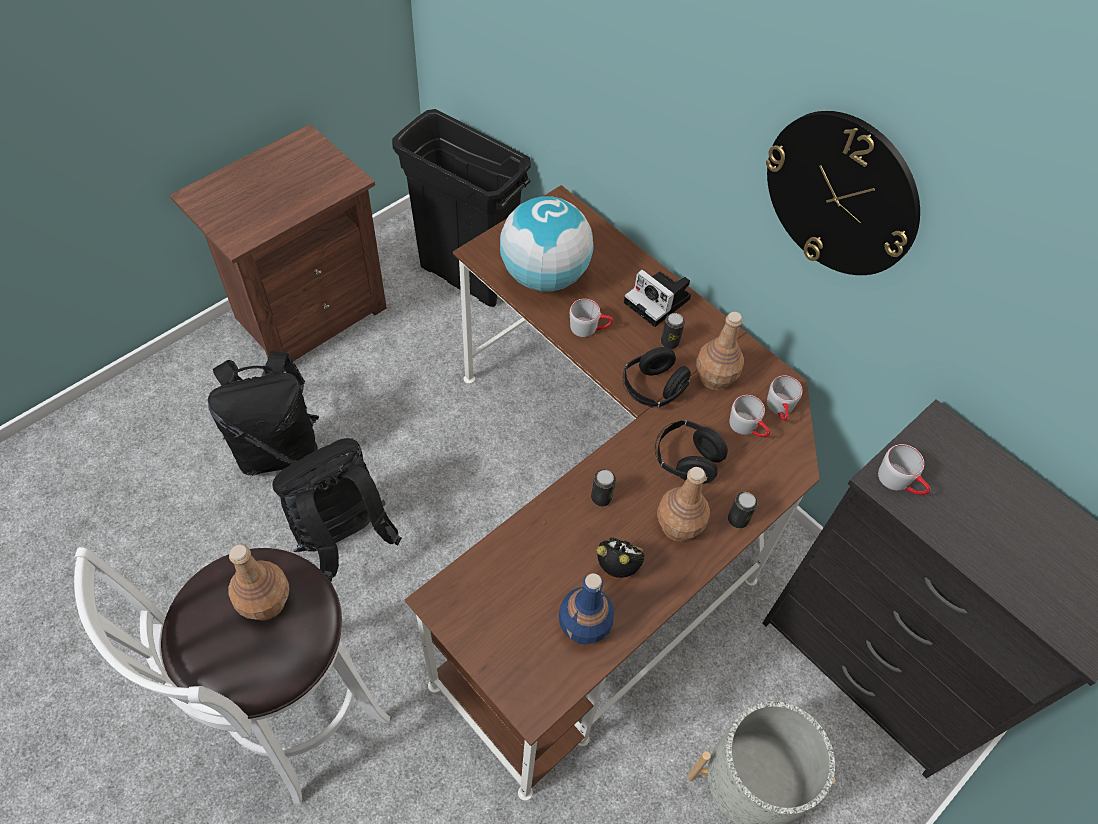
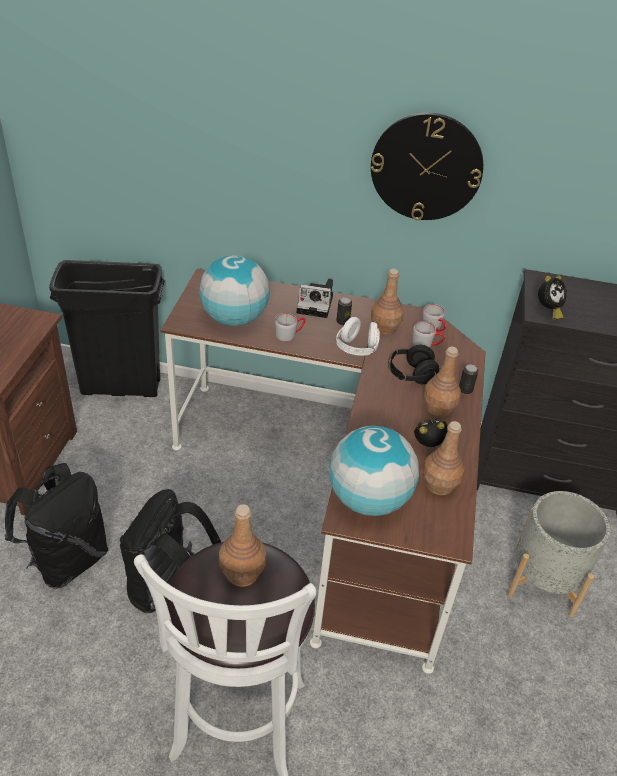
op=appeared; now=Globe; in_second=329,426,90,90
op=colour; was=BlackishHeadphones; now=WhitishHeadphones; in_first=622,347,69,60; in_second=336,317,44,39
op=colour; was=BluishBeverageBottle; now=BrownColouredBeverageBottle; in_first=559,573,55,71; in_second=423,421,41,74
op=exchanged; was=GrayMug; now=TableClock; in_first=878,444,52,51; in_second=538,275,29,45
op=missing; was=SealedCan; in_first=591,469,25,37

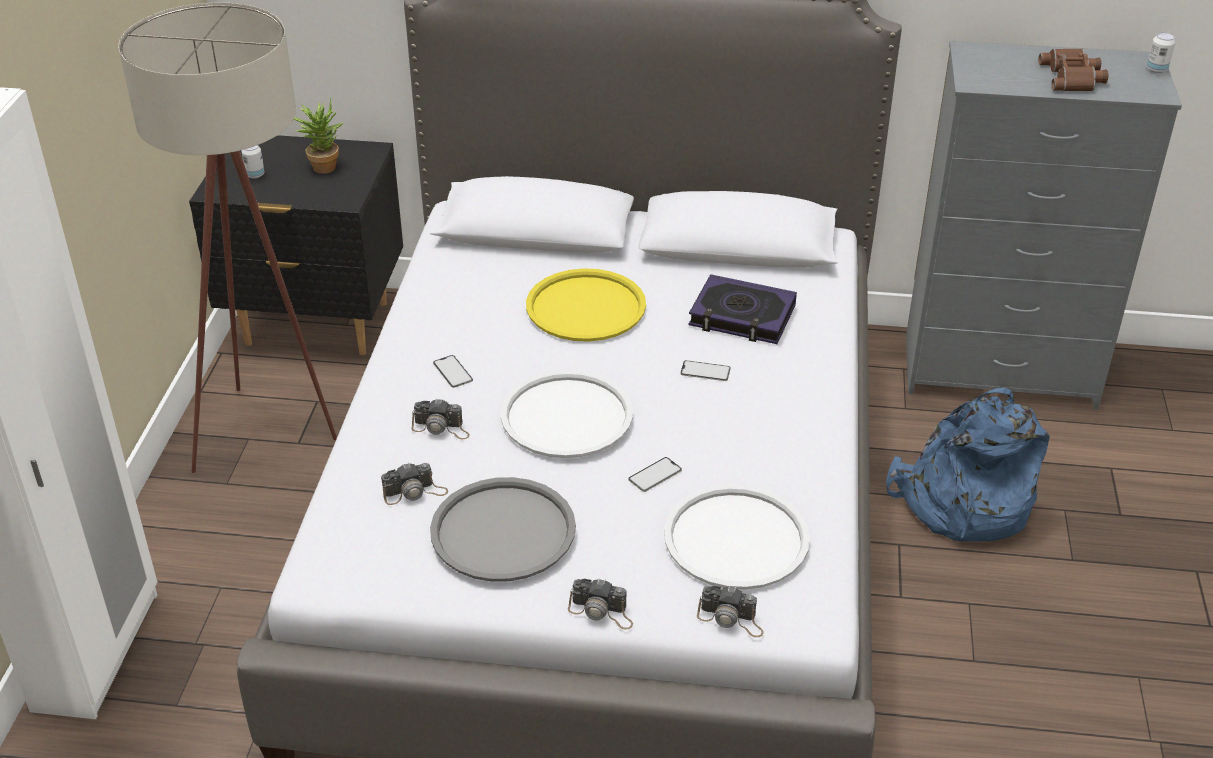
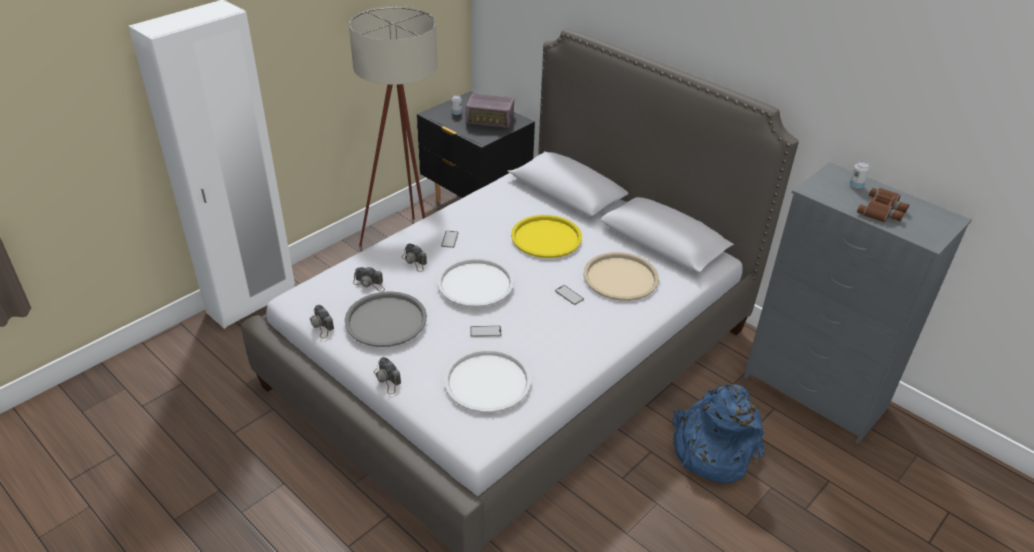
op=relocated; was=PhotoCamera; in_first=697,586,67,51; in_second=310,305,24,33
op=exchanged; was=Houseplant; now=RadioReceiver; in_first=294,98,50,76; in_second=466,93,48,35
op=exchanged; was=Book; now=SandColouredCarryingTray; in_first=689,274,108,70; in_second=584,252,75,49
op=relocated; was=SealedCan; in_first=1147,32,28,41; in_second=849,161,21,28

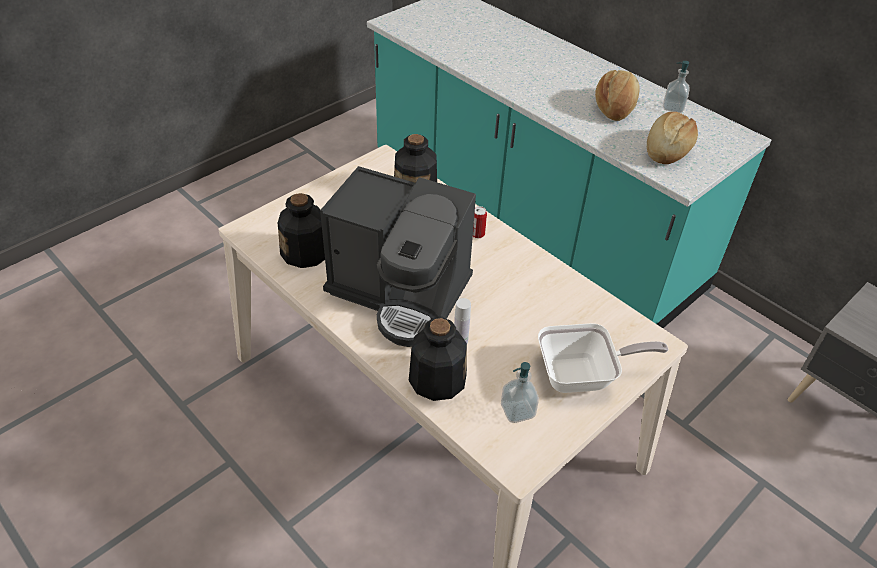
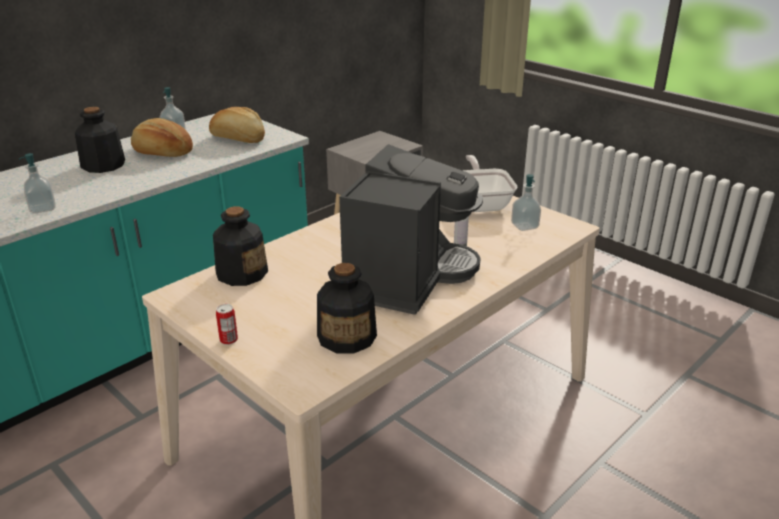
op=appeared; now=SoapDispenser; in_second=19,153,36,61
op=relocated; was=BeverageBottle; in_first=409,317,58,84; in_second=75,107,50,66
op=relocated; was=SealedCan; in_first=473,206,14,32; in_second=216,304,22,41

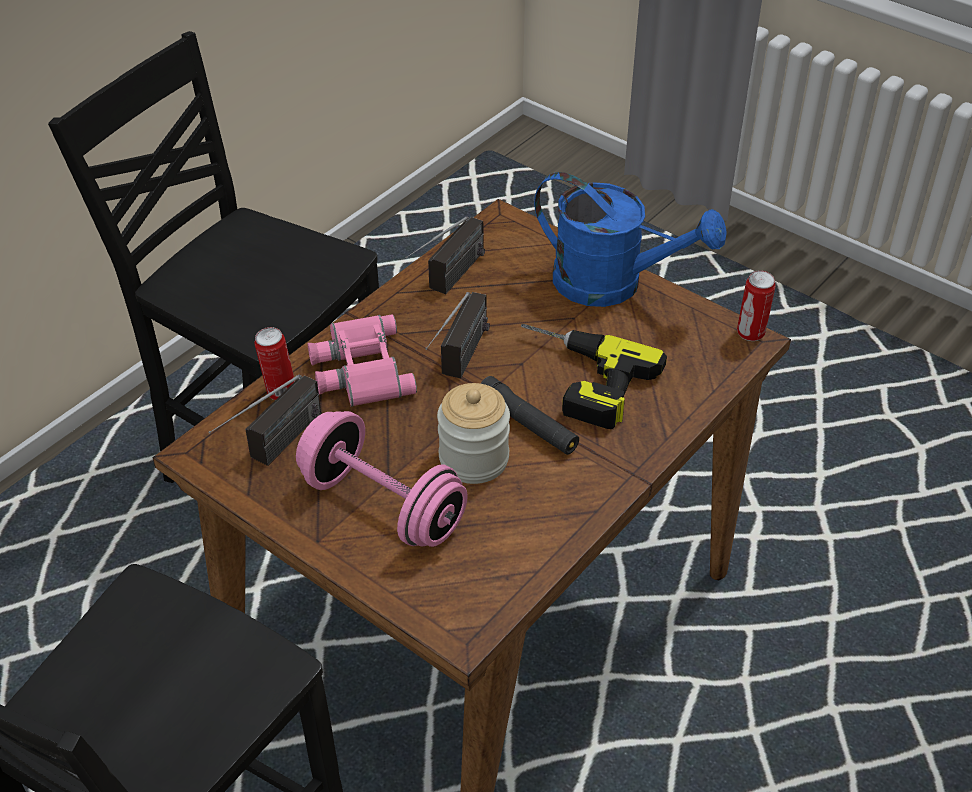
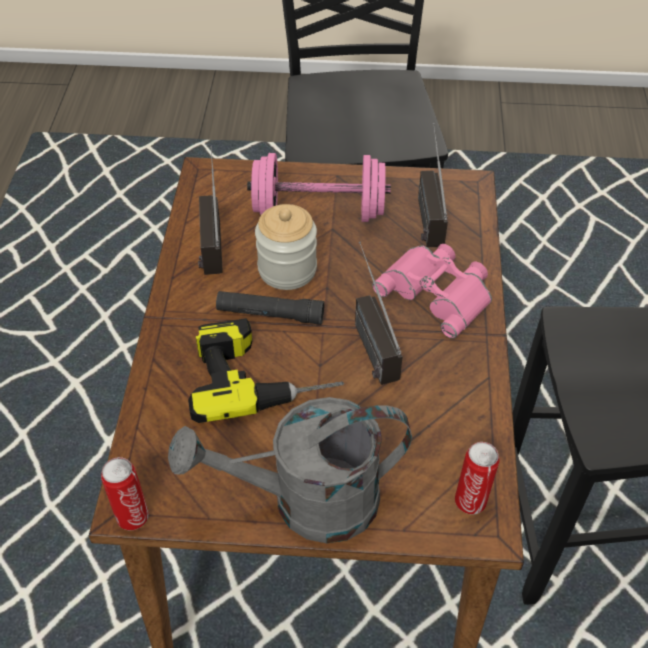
op=colour; was=BluishWateringCan; now=GrayWateringCan; in_first=534,172,193,135; in_second=168,397,244,146
op=relocated; was=RadioReceiver; in_first=405,216,80,78; in_second=198,146,25,129
op=relocated; was=SealedCan; in_first=255,327,40,73; in_second=455,442,44,72

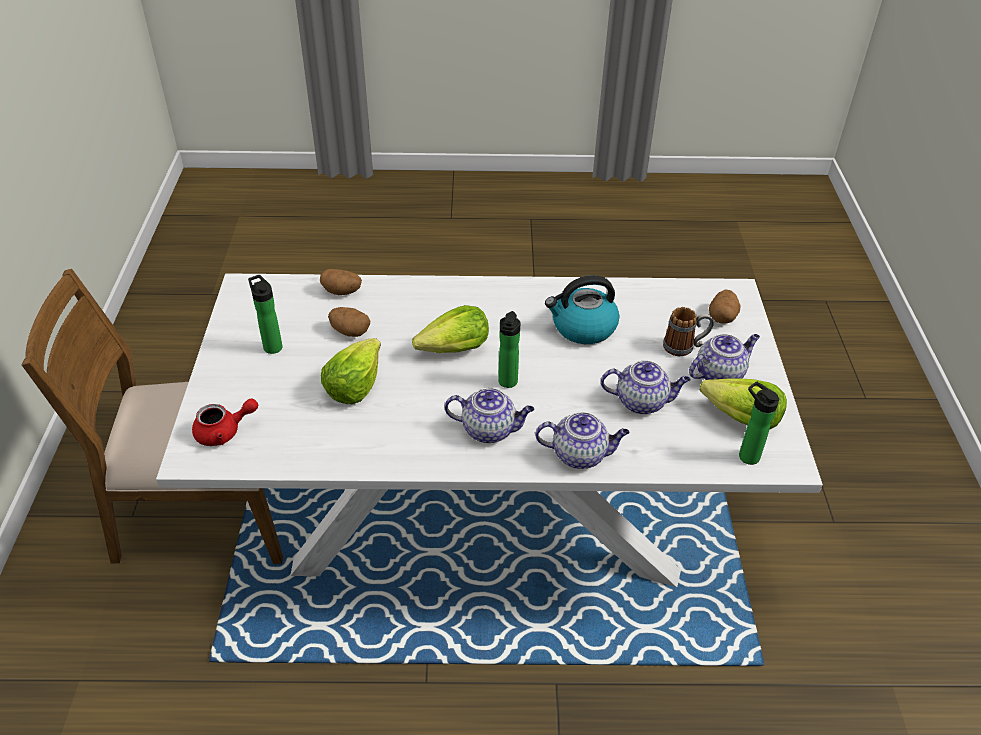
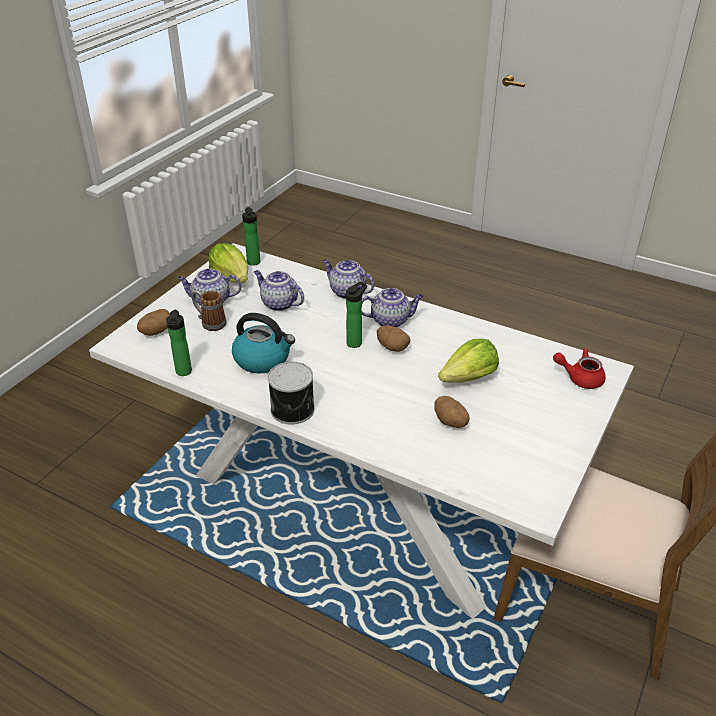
op=relocated; was=BeverageBottle; in_first=248,275,34,79; in_second=166,310,26,66
op=appeared; now=SealedCan; in_second=268,362,47,63
op=spun; was=PotForTea; in_first=445,388,89,55; in_second=361,288,63,39; clockwise=135
op=relocated; was=Spud; in_first=320,269,42,26; in_second=377,325,33,27
op=missing; was=LettuceHead; in_first=412,305,77,48

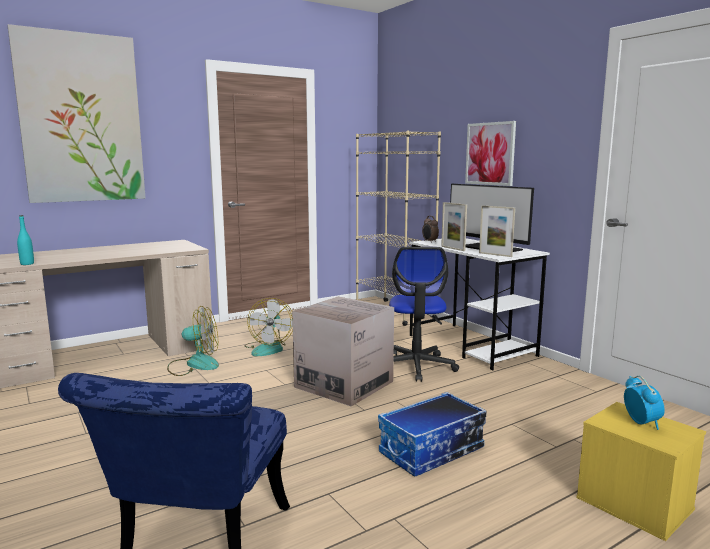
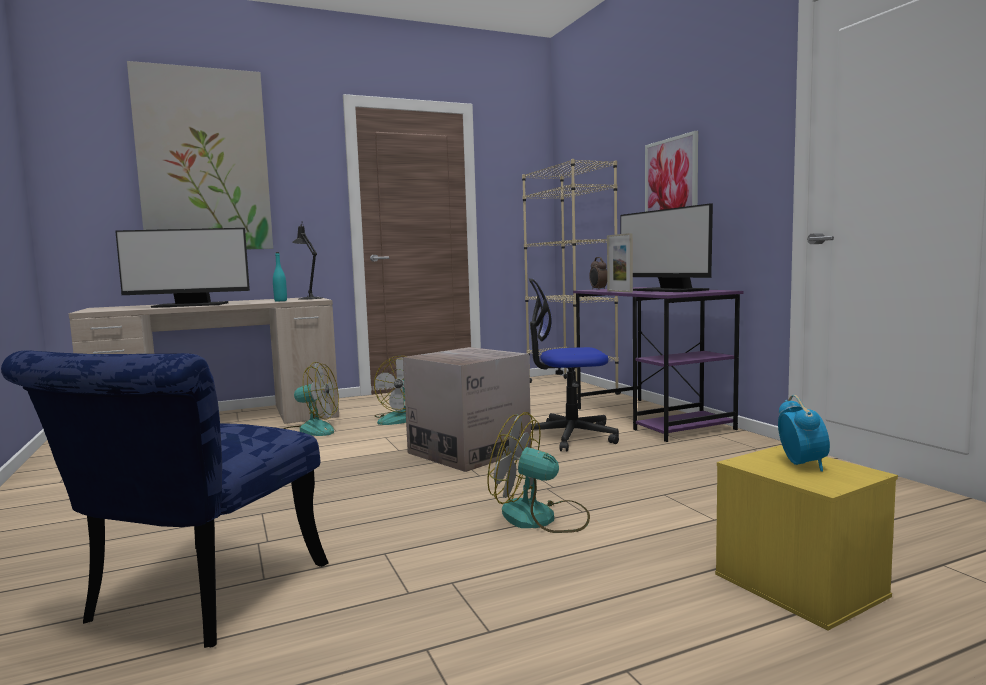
op=appeared; now=ComputerDisplay; in_second=115,228,135,80
op=relocated; was=BlueGreenBeverageBottle; in_first=17,215,17,50; in_second=273,252,14,49
op=appeared; now=BlackishTableLamp; in_second=292,222,30,77
op=exchanged; was=StorageBox; now=Fan; in_first=378,392,109,84; in_second=487,412,103,121
op=spun; was=ComputerChair; in_first=389,247,70,135; in_second=529,278,90,174; clockwise=75
op=colour; was=WhitishDeskUnit; now=PurplishDeskUnit; in_first=409,238,141,132; in_second=573,287,171,155
op=missing; was=PictureFrame; in_first=479,205,36,52

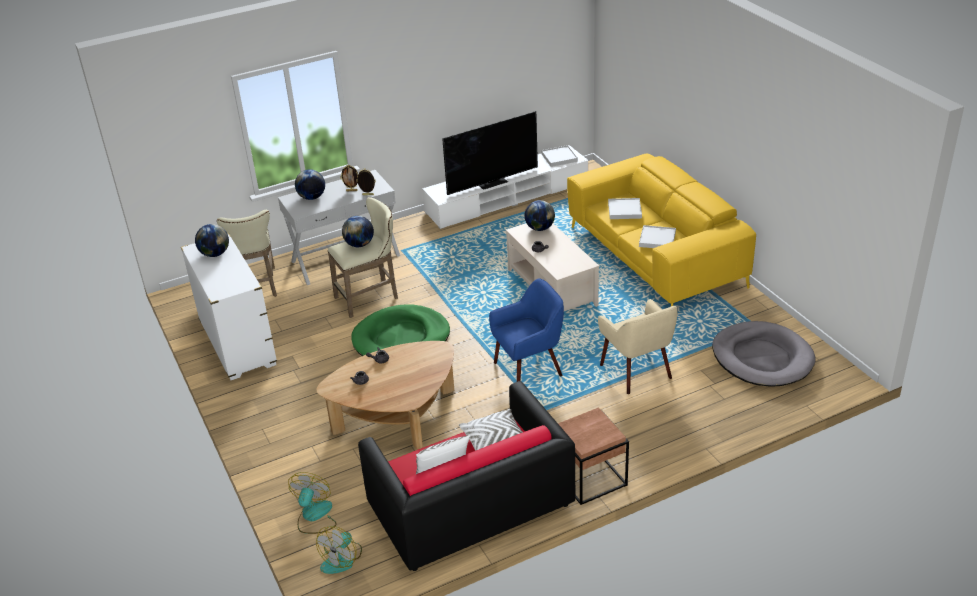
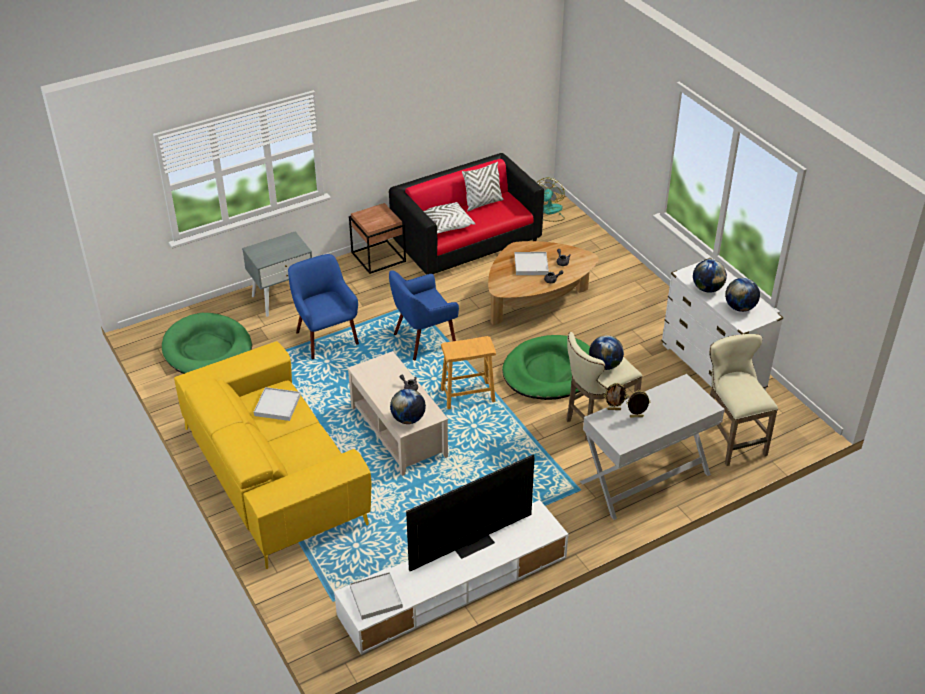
op=colour; was=GrayDogCushion; now=GreenDogCushion; in_first=712,321,104,66; in_second=162,313,90,61
op=appeared; now=GrayNightTable; in_second=242,231,70,86
op=colour; was=SandColouredLoungeChair; now=BluishLoungeChair; in_first=598,299,80,95; in_second=288,254,71,105
op=appeared; now=BrownColouredSittingStool; in_second=441,336,55,73
op=relocated; was=WhitishCarryingTray; in_first=608,198,34,21; in_second=514,252,35,23
op=relocated; was=Globe; in_first=295,169,30,31; in_second=693,259,34,34
op=missing; was=Fan; in_first=288,472,49,62

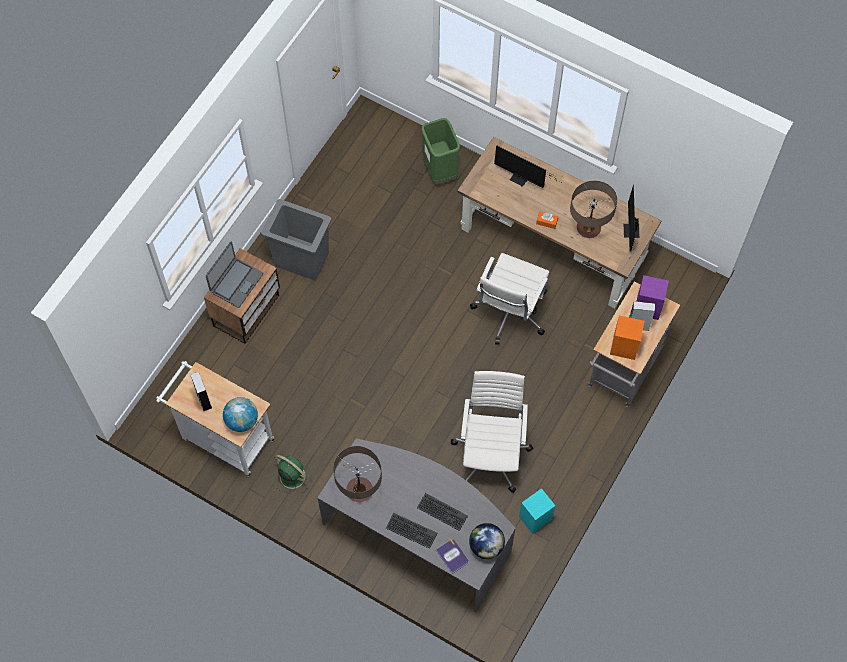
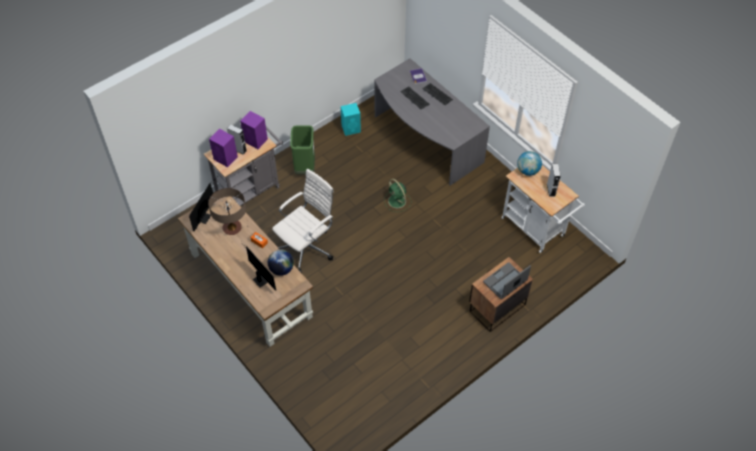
op=colour; was=OrangeyLoudspeaker; now=PurplishLoudspeaker; in_first=610,315,35,45; in_second=240,111,28,38
op=relocated; was=Globe; in_first=469,523,36,36; in_second=268,250,26,26
op=relocated; was=GreenRubbishBin; in_first=422,118,38,67; in_second=290,126,25,48
op=relocated; was=GreenFan; in_first=272,455,40,38; in_second=384,179,27,33
op=missing; was=GrayRubbishBin; in_first=261,199,70,82
op=missing; was=TableLamp; in_first=333,446,49,56
op=missing; was=WhitishComputerChair; in_first=451,371,82,122

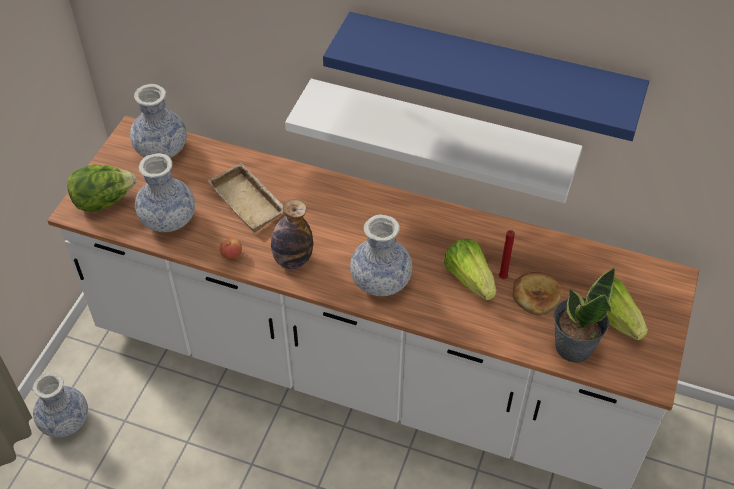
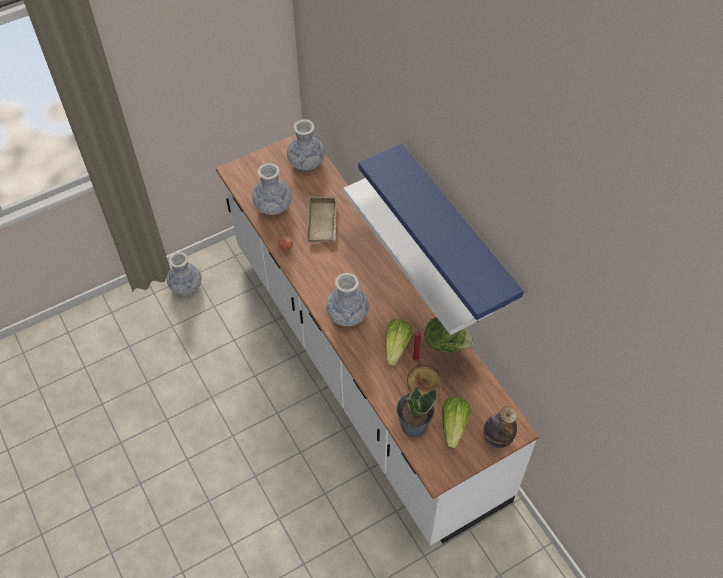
op=relocated; was=LettuceHead; in_first=67,165,70,47; in_second=425,317,49,35
op=relocated; was=BeverageBottle; in_first=271,199,42,70; in_second=484,406,33,42

